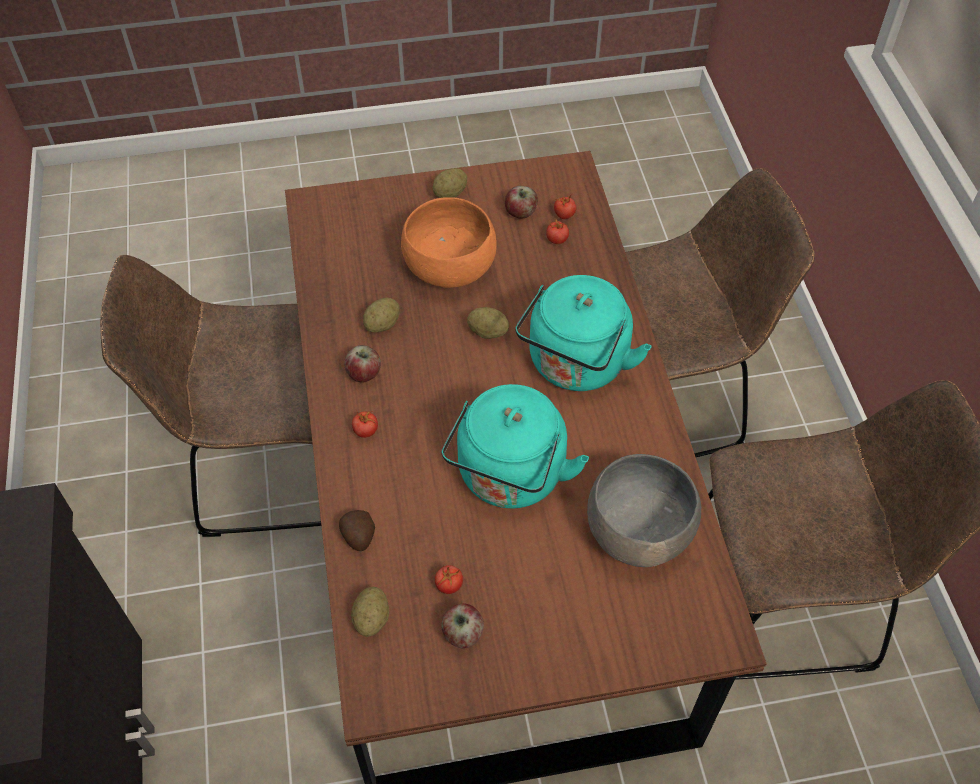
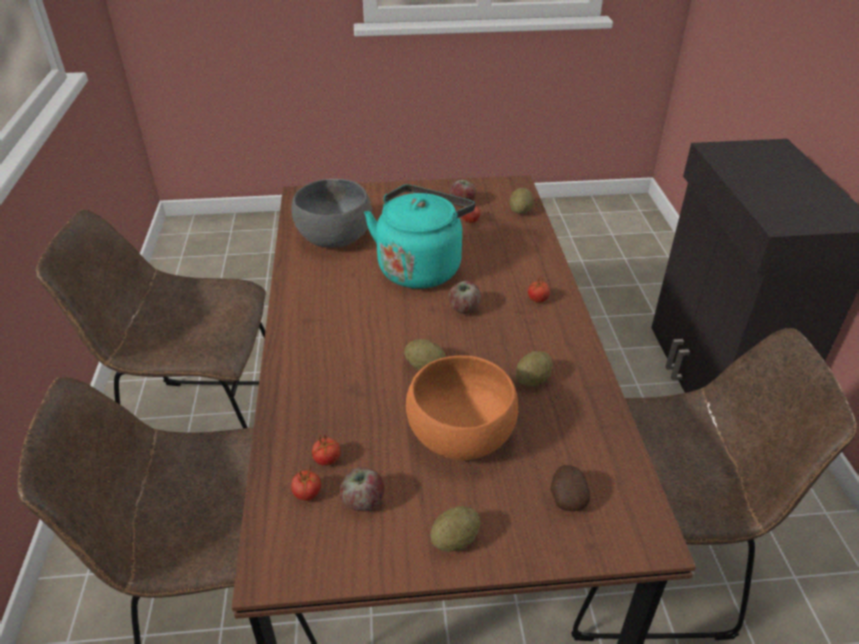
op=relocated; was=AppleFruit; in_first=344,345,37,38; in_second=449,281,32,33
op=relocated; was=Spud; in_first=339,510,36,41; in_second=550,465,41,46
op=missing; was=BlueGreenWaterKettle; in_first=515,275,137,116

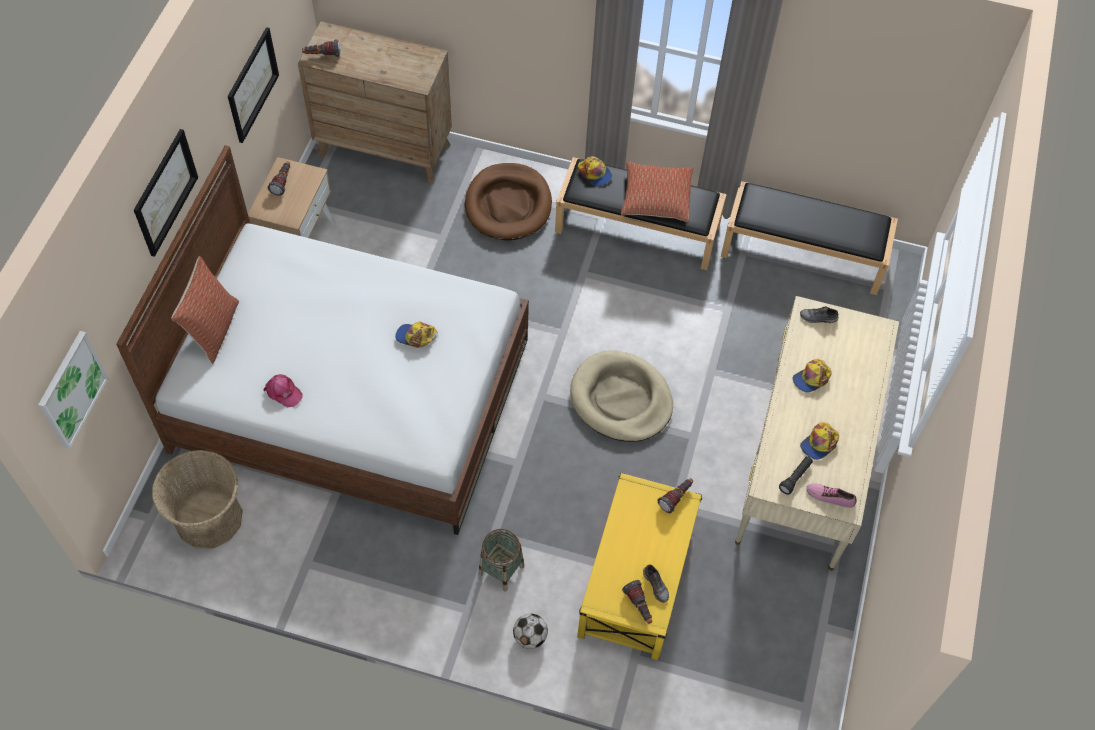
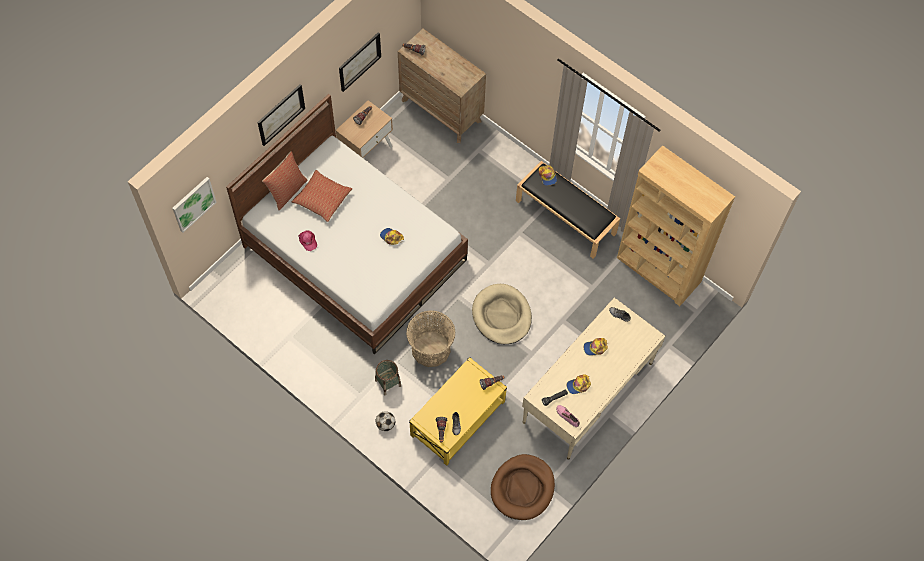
op=relocated; was=Cushion; in_first=621,162,72,60; in_second=292,170,60,52
op=relocated; was=Basket; in_first=152,450,91,99; in_second=406,310,49,57
op=relocated; was=BrownColouredDogCushion; in_first=465,163,87,77; in_second=491,454,64,66
op=exchanged; was=BlackishLongSeat; now=BrownColouredBookcase; in_first=721,181,177,114; in_second=617,145,118,161

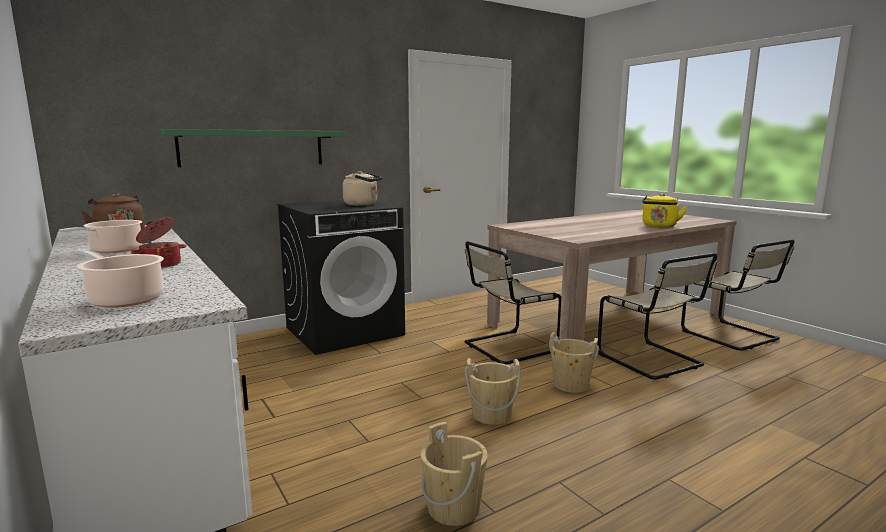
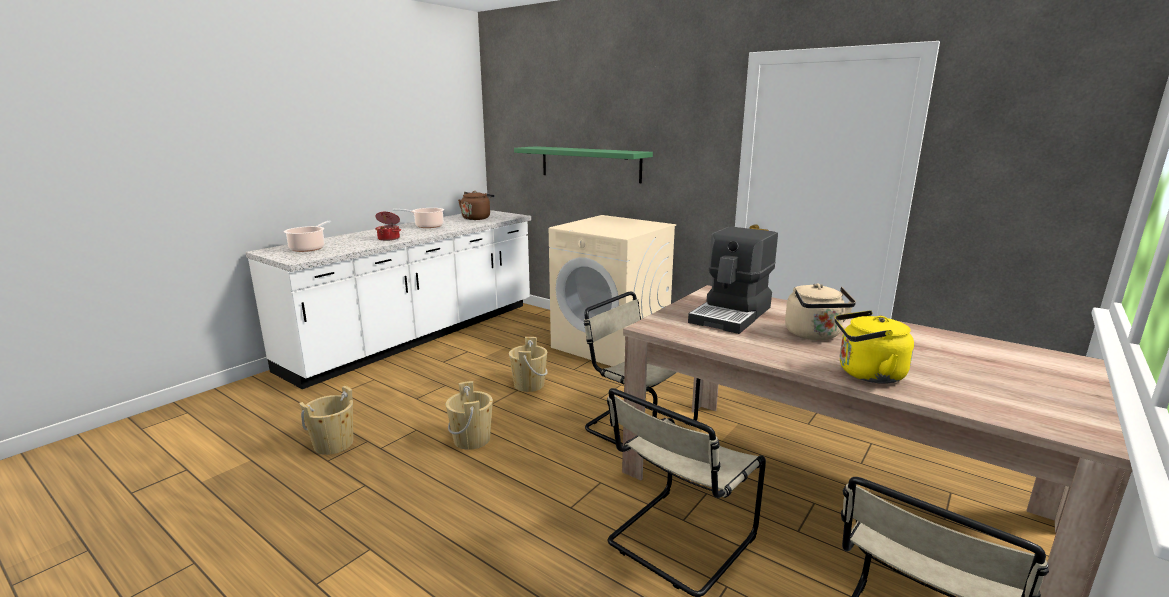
op=relocated; was=SandColouredBucket; in_first=549,332,50,61; in_second=509,337,39,55
op=colour; was=BlackishLaundryAppliance; now=SandColouredLaundryAppliance; in_first=277,200,128,155; in_second=549,215,127,152
op=appeared; now=CoffeeMachine; in_second=688,227,90,107
op=relocated; was=SandColouredWaterKettle; in_first=343,171,40,35; in_second=785,283,71,57

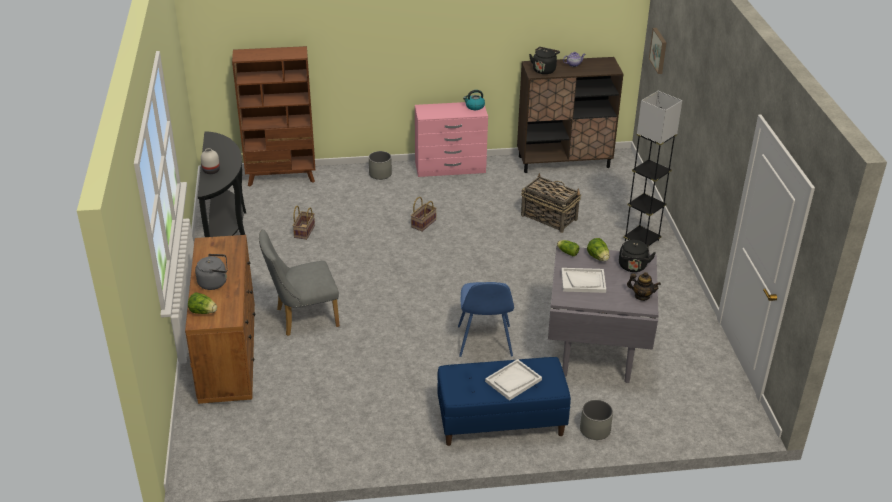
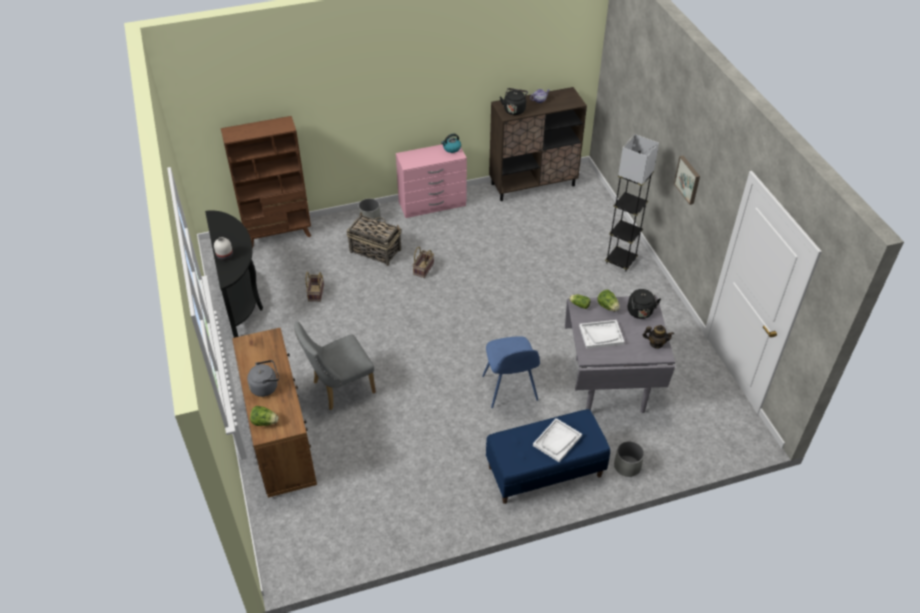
op=relocated; was=Basket; in_first=521,173,60,60; in_second=346,212,55,54
op=relocated; was=WallArt; in_first=649,28,18,46; in_second=674,155,26,50

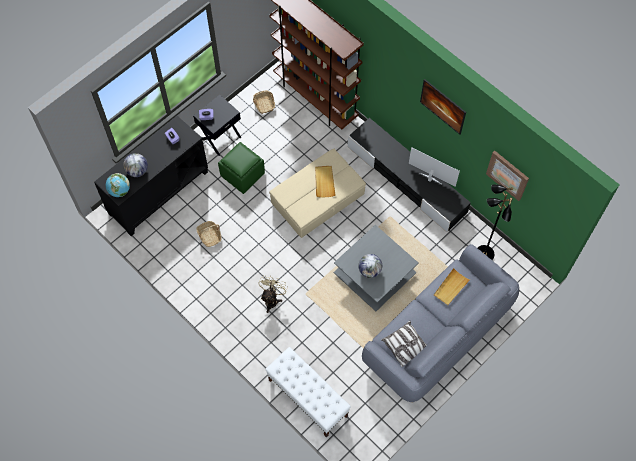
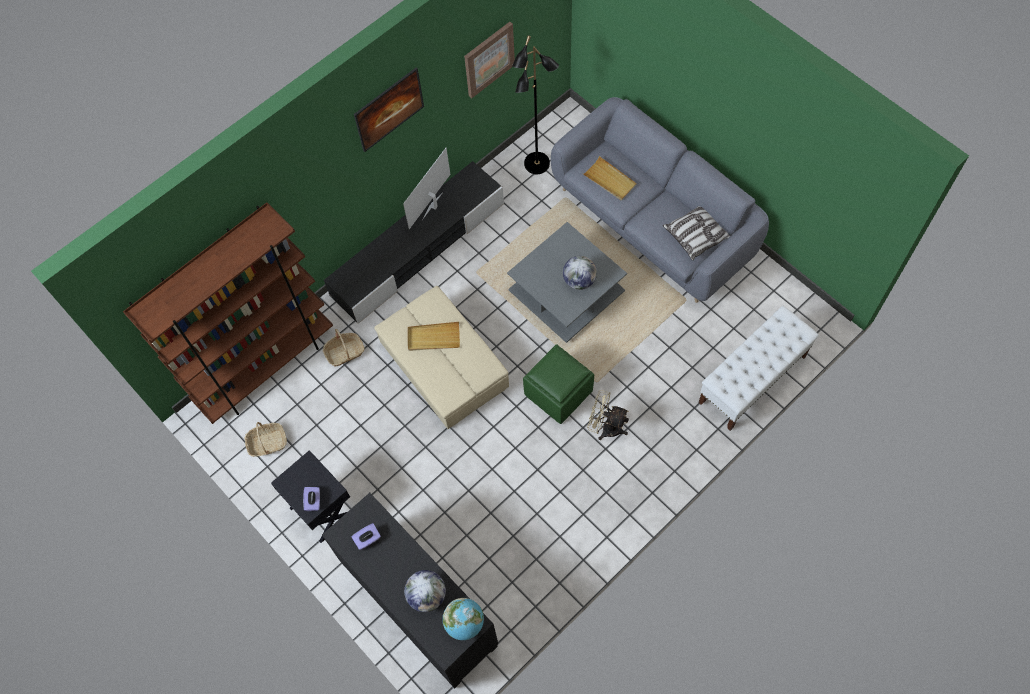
op=relocated; was=Basket; in_first=197,221,25,26; in_second=323,329,42,37
op=relocated; was=GreenFootrest; in_first=218,142,47,52; in_second=523,344,71,80

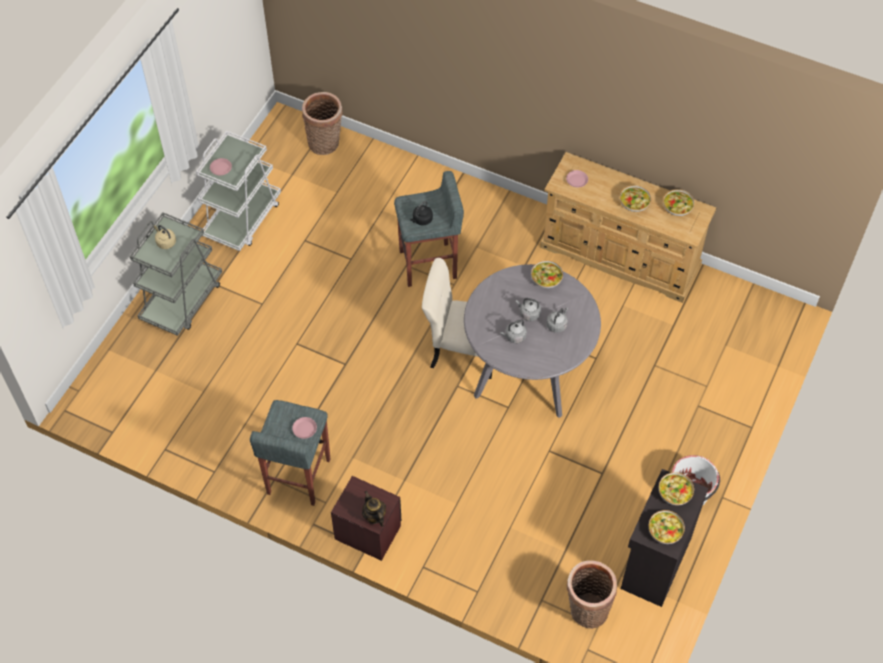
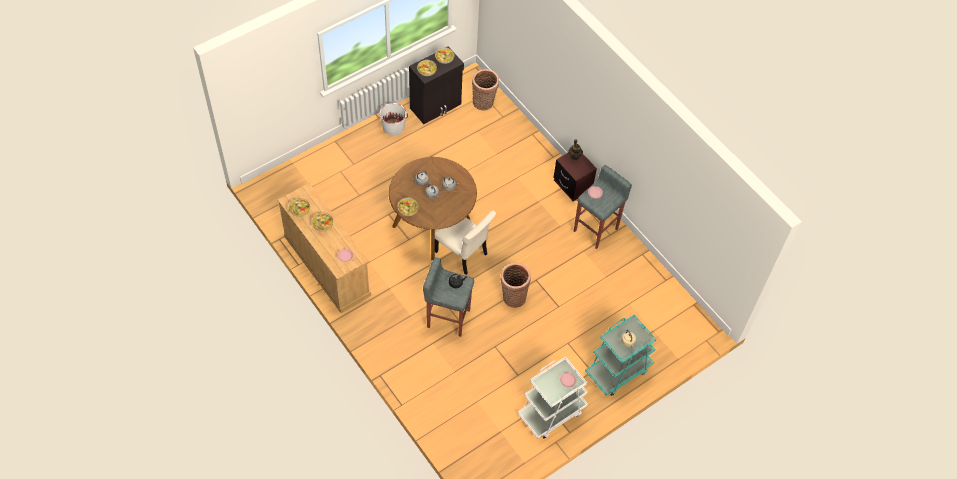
op=colour; was=GrayDinnerTable; now=BrownColouredDinnerTable; in_first=464,264,137,154; in_second=389,157,88,104
op=relocated; was=Basket; in_first=302,92,41,63; in_second=500,263,31,45
op=colour; was=GrayCart; now=BlueGreenCart; in_first=130,212,92,124; in_second=585,314,71,82

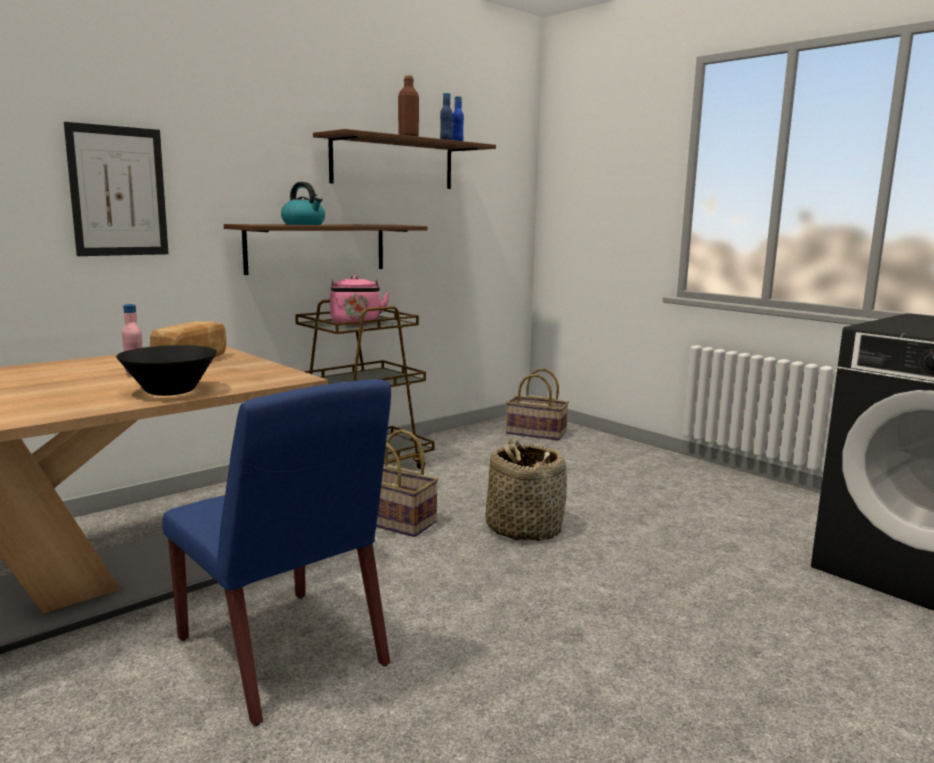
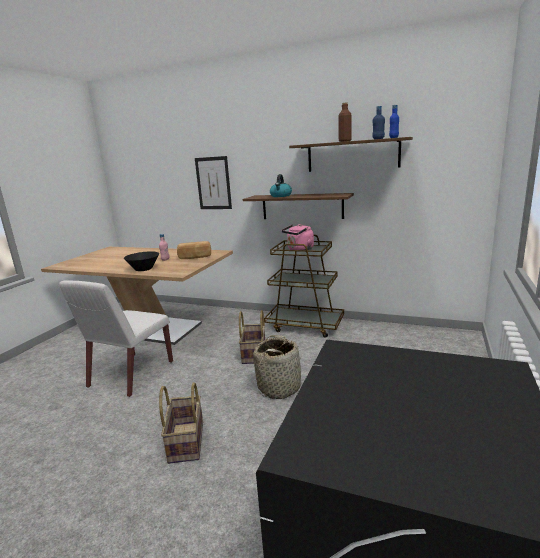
op=colour; was=BluishPlainChair; now=WhitishPlainChair; in_first=163,379,228,347; in_second=59,280,114,117
op=relocated; was=Basket; in_first=506,369,63,72; in_second=159,382,44,82

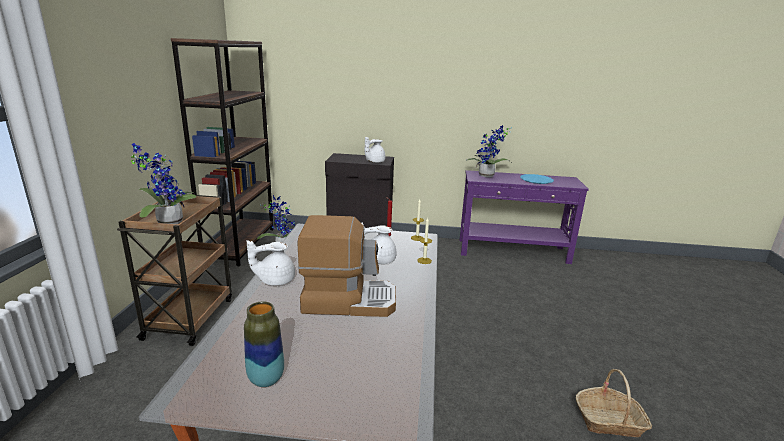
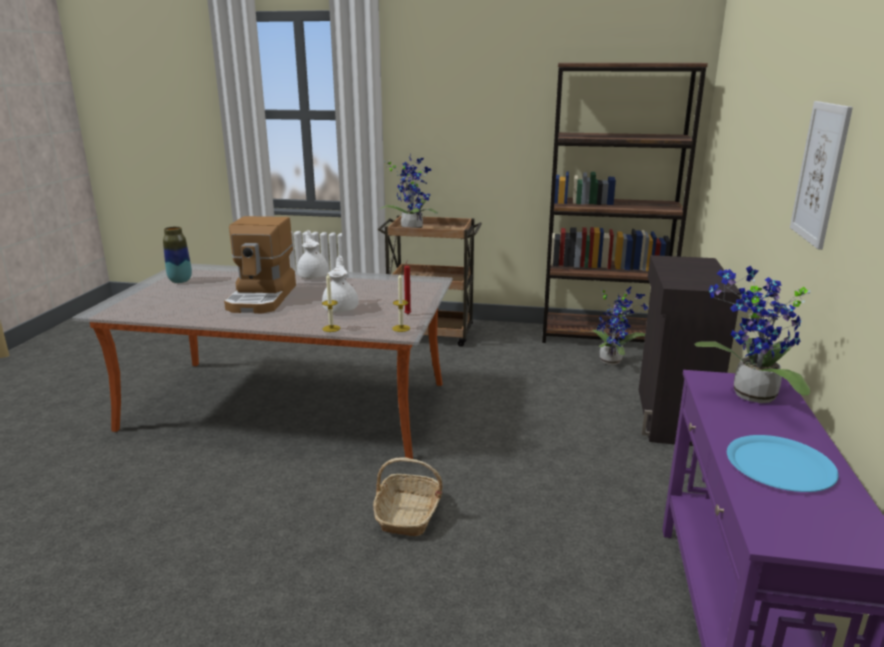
op=relocated; was=Basket; in_first=576,369,76,68; in_second=373,457,70,79
op=appeared; now=WallArt; in_second=790,101,63,149
op=missing; was=WhitishPotForTea; in_first=364,137,21,26

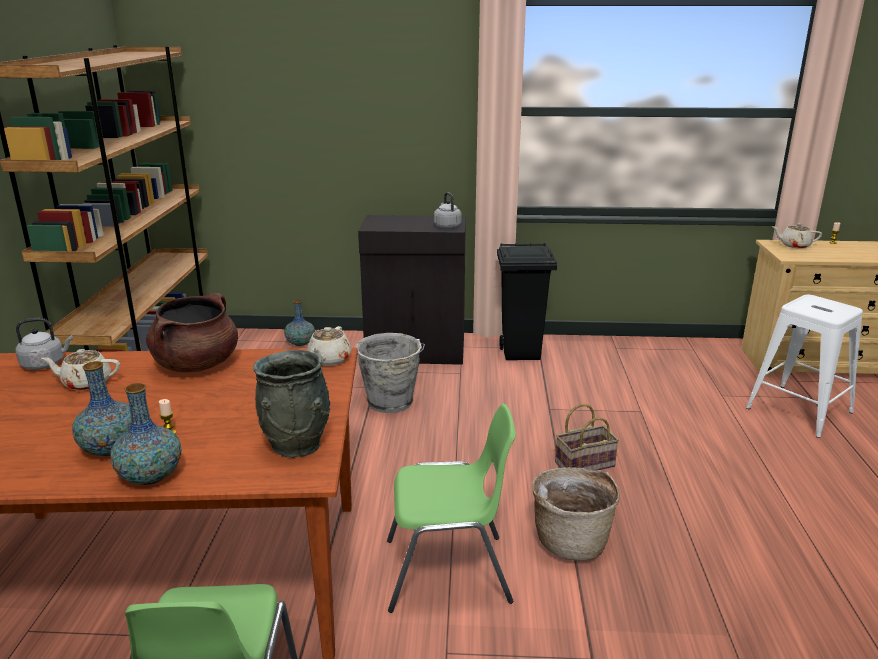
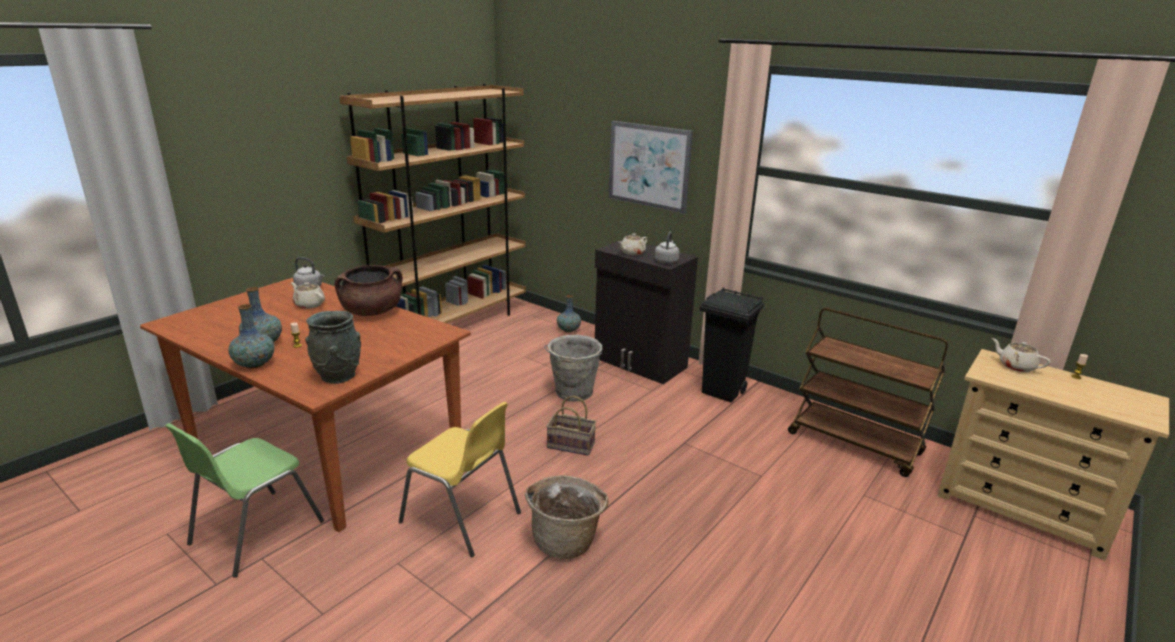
op=colour; was=GreenPlainChair; now=YellowPlainChair; in_first=387,404,129,209; in_second=399,402,122,155
op=relocated; was=Basket; in_first=555,404,64,66; in_second=546,395,50,61
op=appeared; now=WallArt; in_second=608,121,85,92
op=relocated; was=SandColouredPotForTea; in_first=307,326,44,40; in_second=618,233,30,22
op=appeared; now=BrownColouredCart; in_second=788,308,160,169
op=missing; was=WhitishSittingStool; in_first=746,294,117,144

